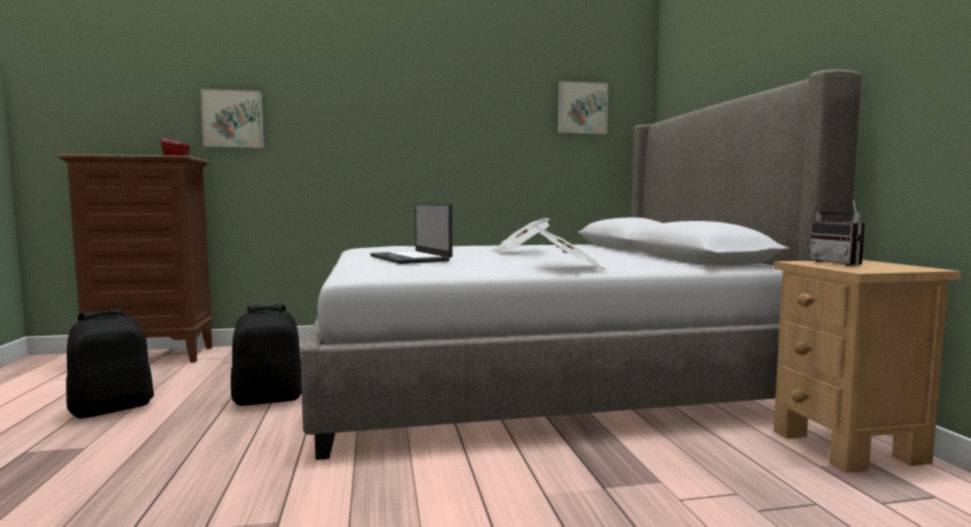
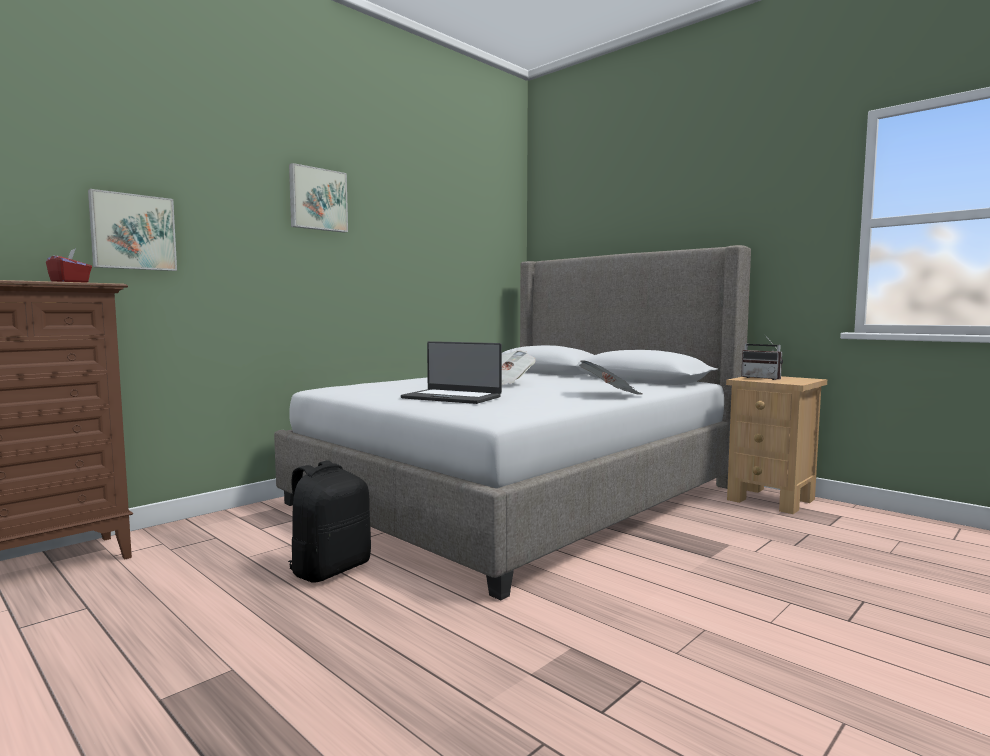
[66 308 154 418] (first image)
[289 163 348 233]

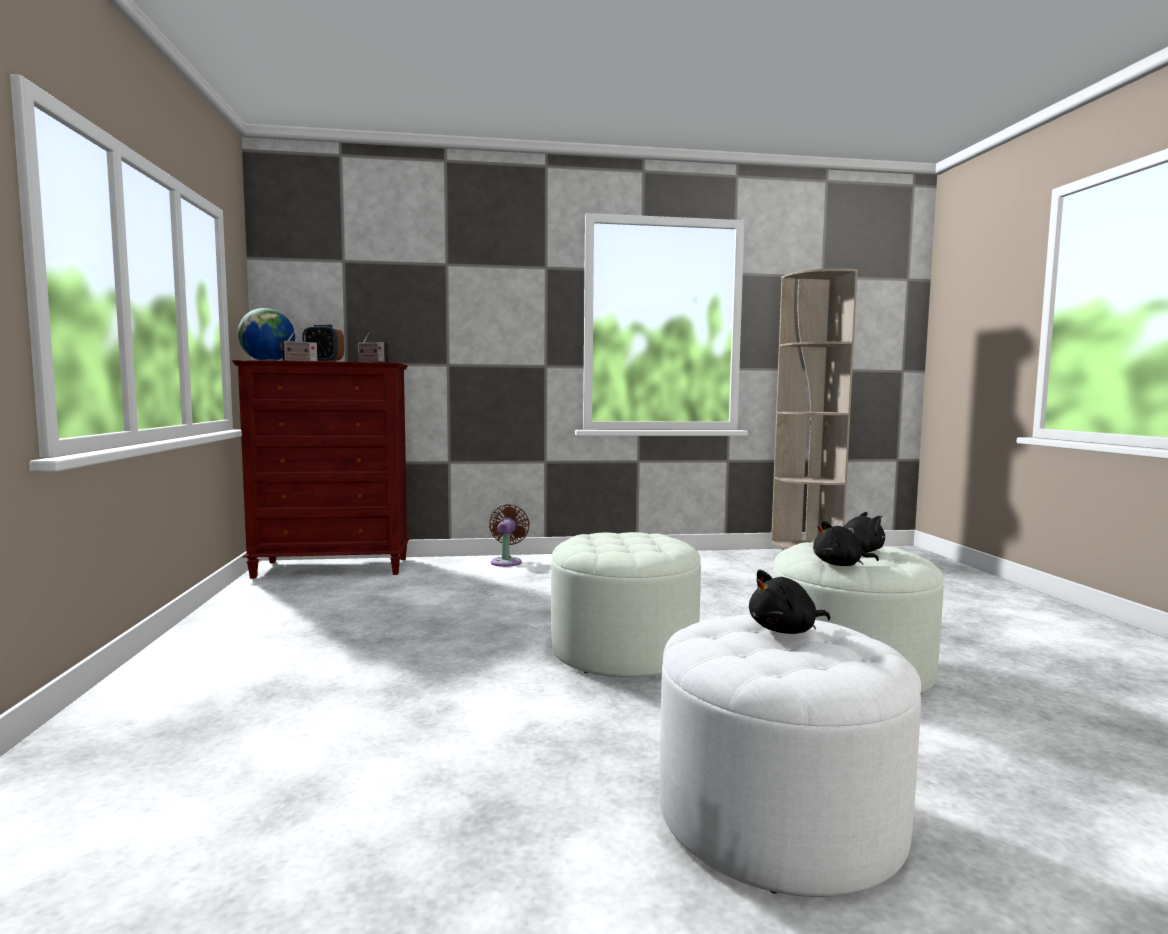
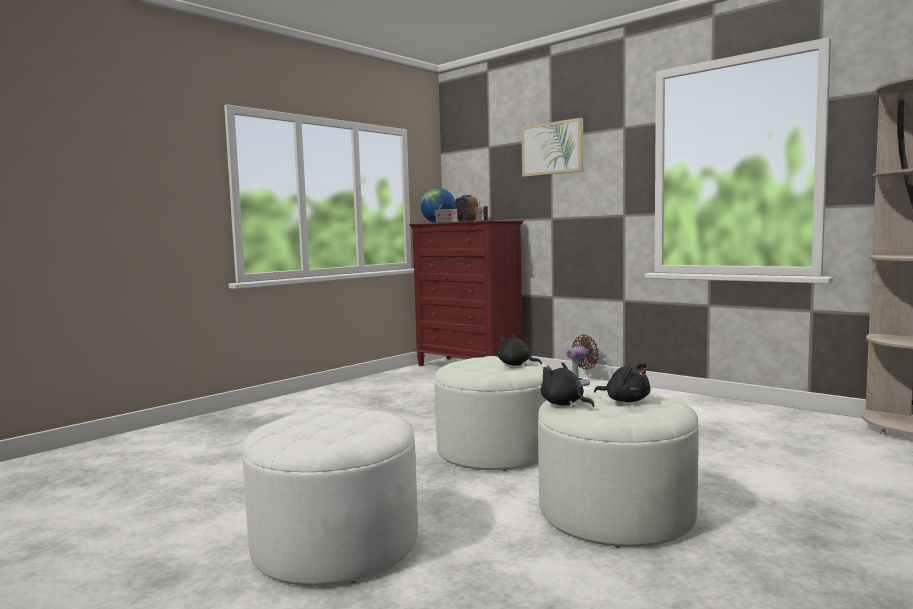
[498 334 542 366]
[521 118 583 177]

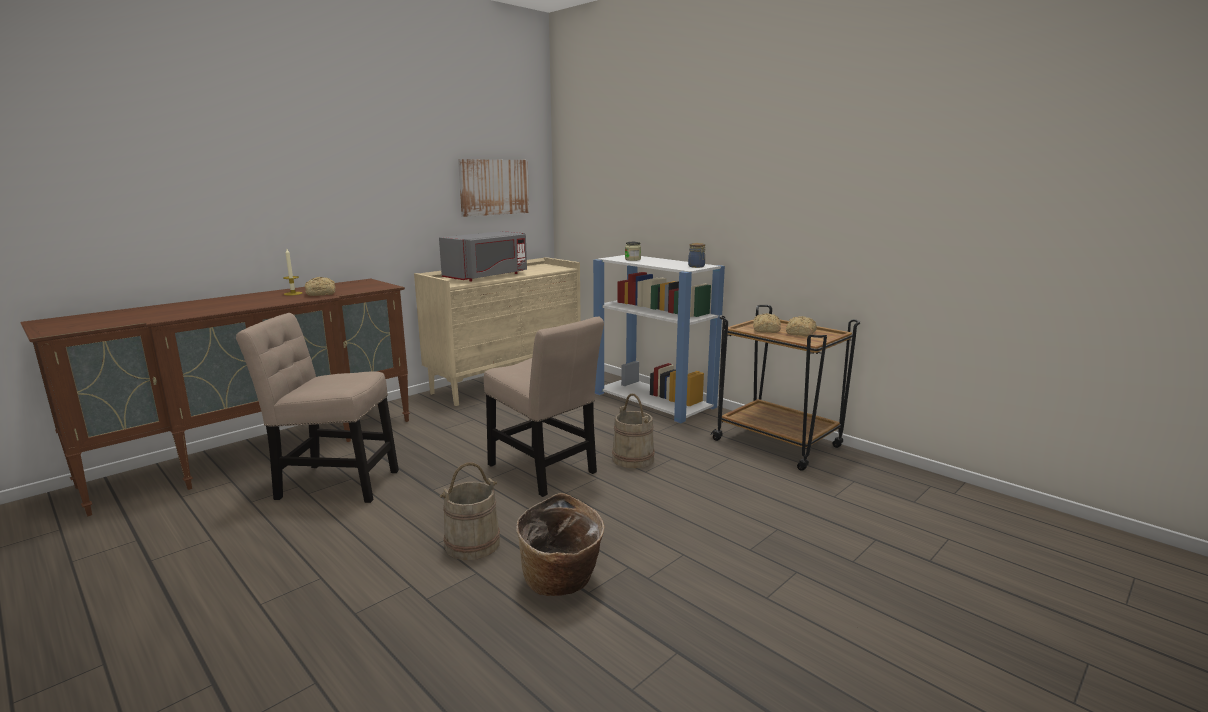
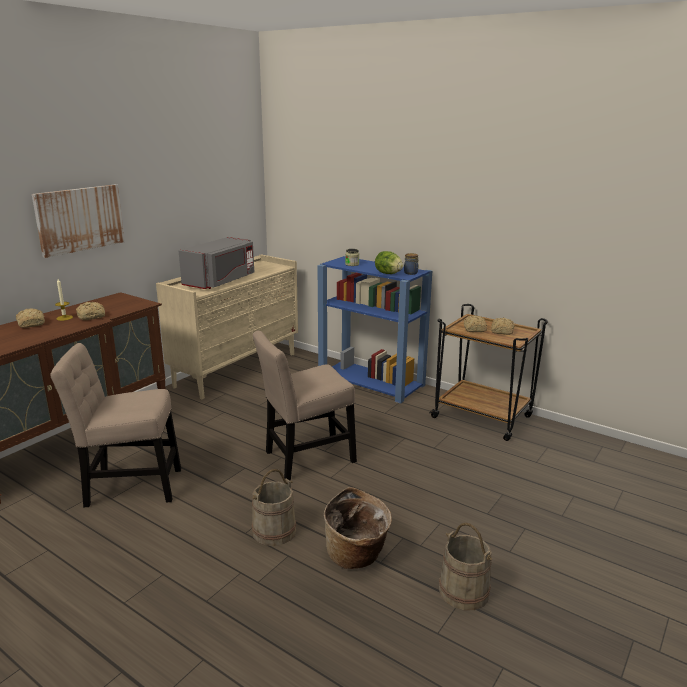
[32 184 125 258]
[253 331 357 481]
[318 256 432 404]
[439 523 493 610]
[16 309 45 328]
[375 251 403 274]

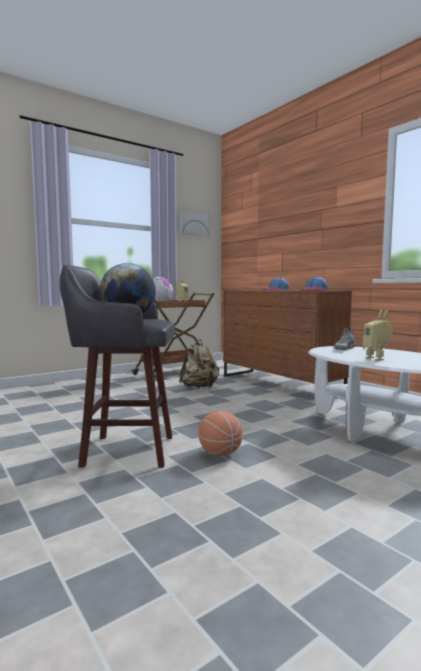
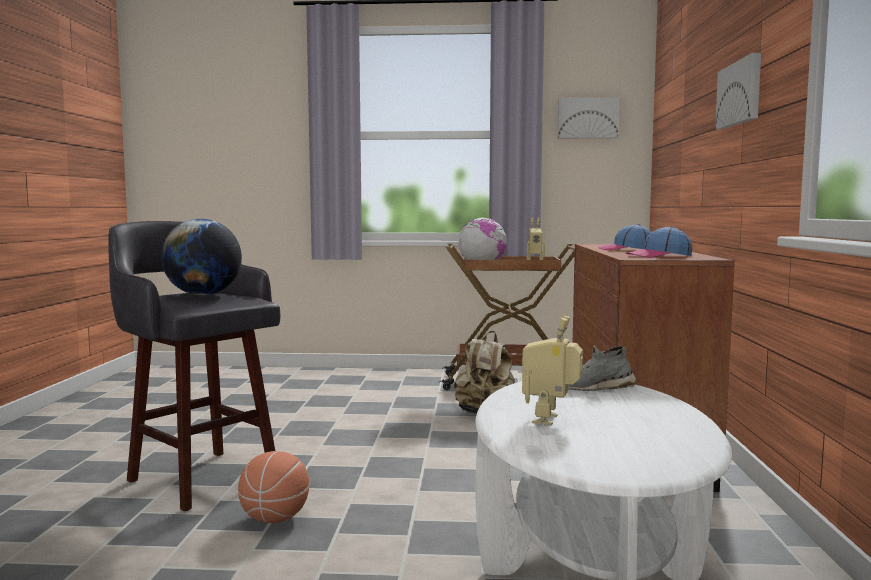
[715 53 761 129]

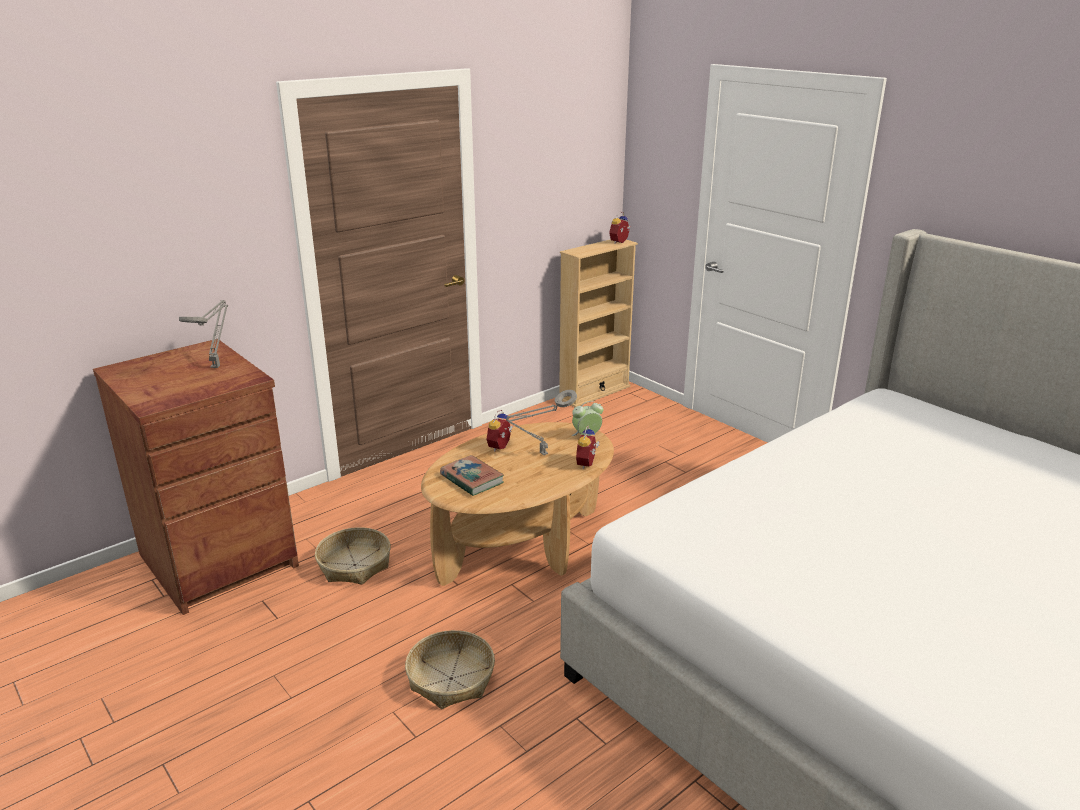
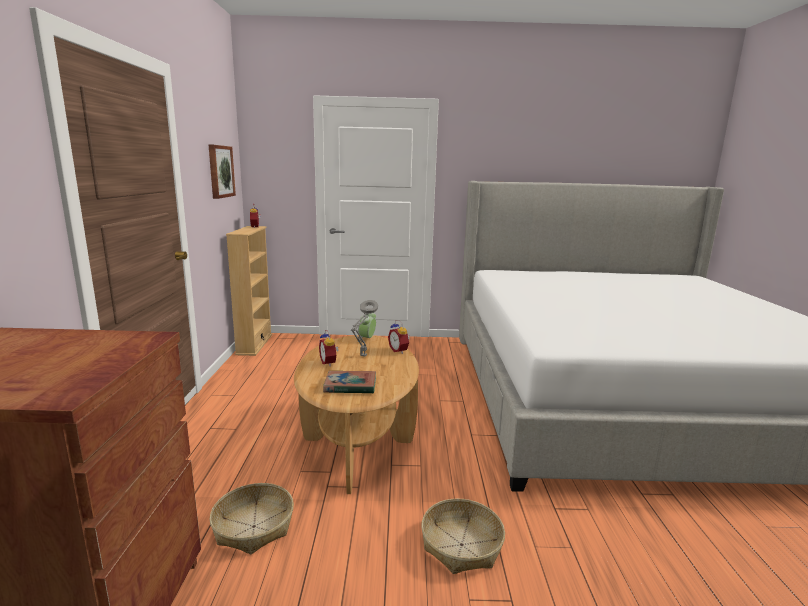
[179 300 228 368] (first image)
[208 144 236 199]

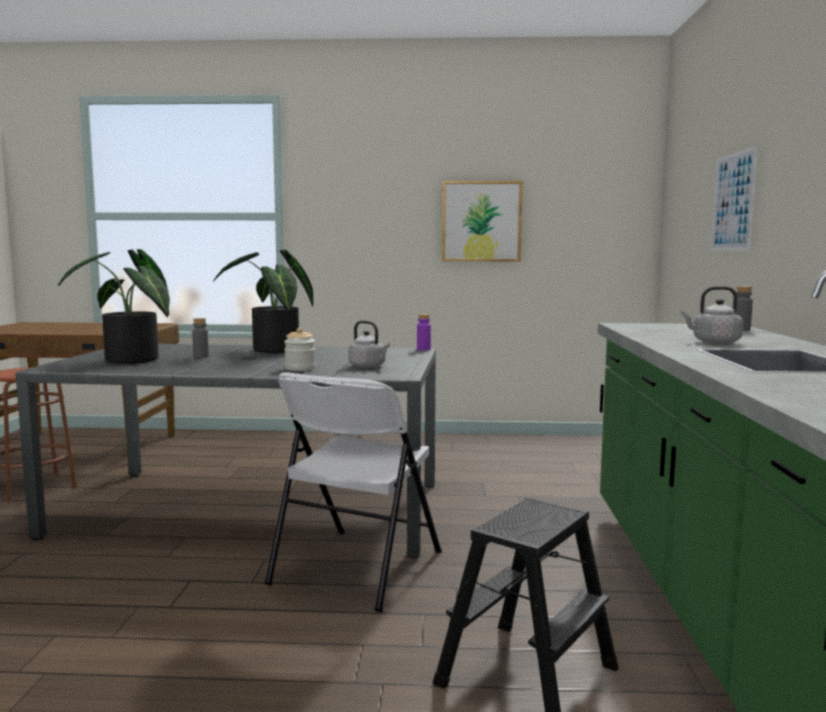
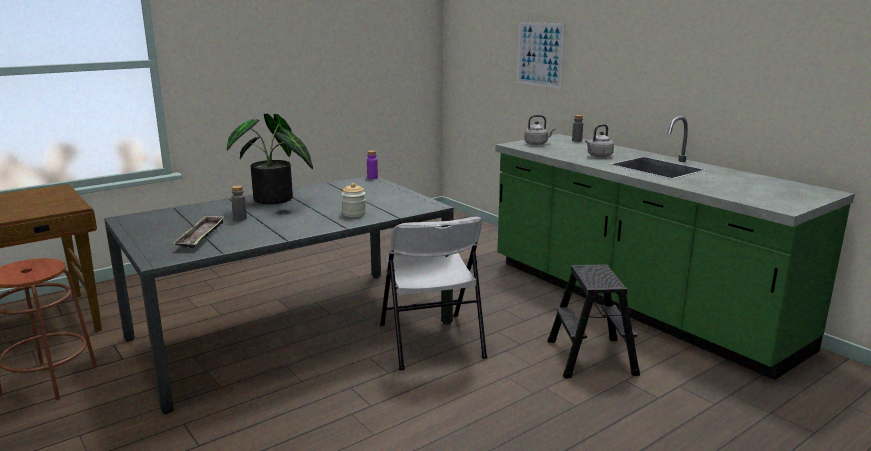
[174 215 224 248]
[524 115 555 145]
[442 181 523 262] (first image)

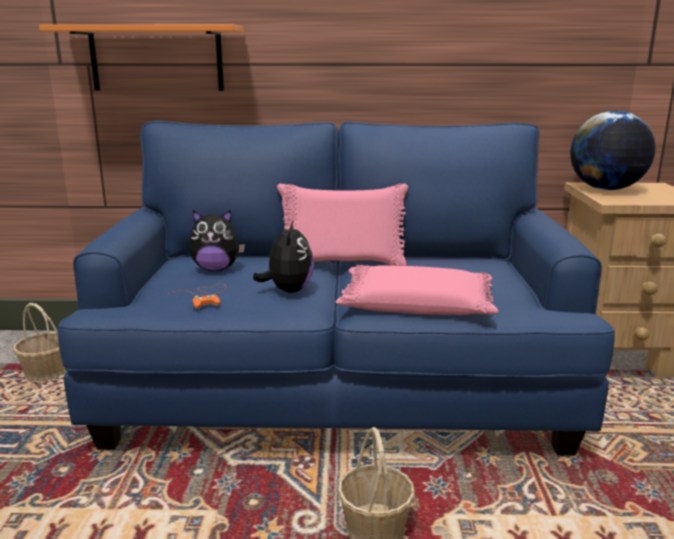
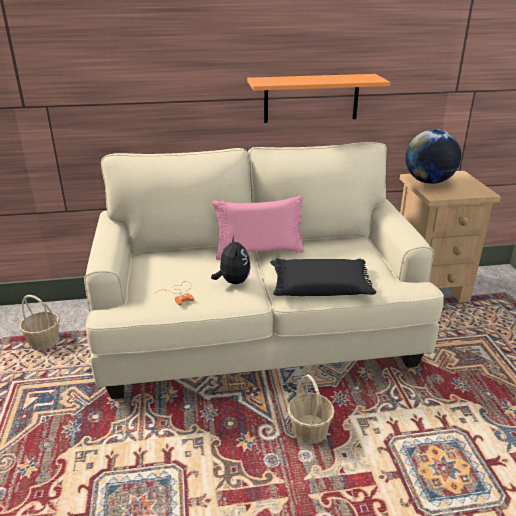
[247 74 390 123]
[84 142 444 399]
[189 210 245 271] (first image)
[270 259 376 296]

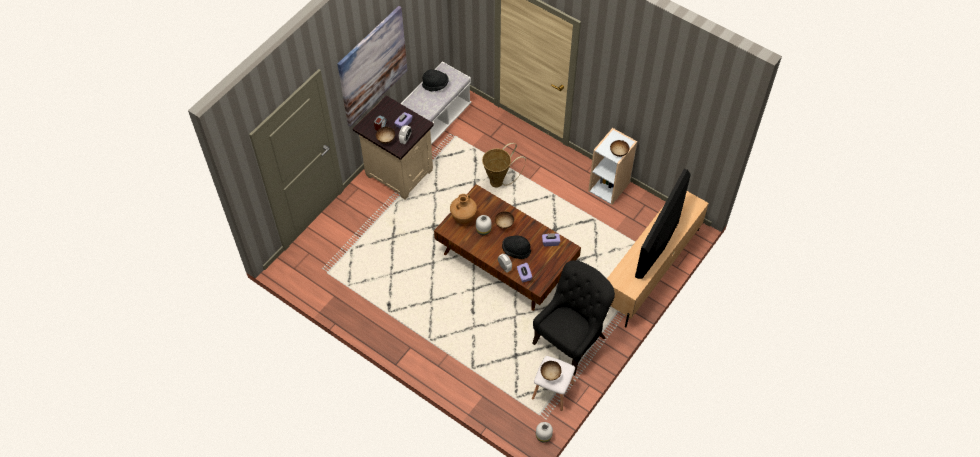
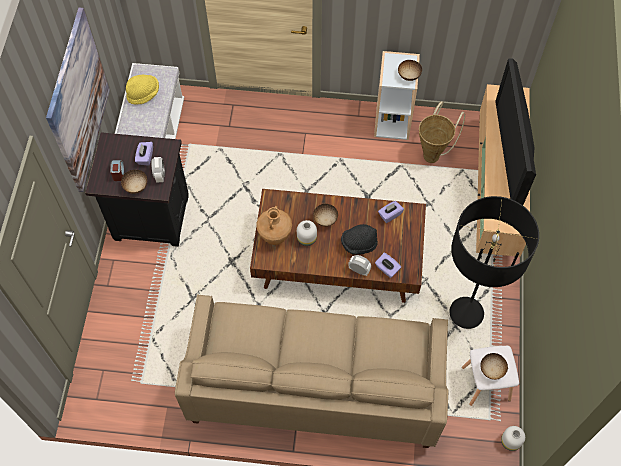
[85 132 189 247]
[126 75 159 105]
[419 101 465 163]
[450 196 539 329]
[175 294 449 448]

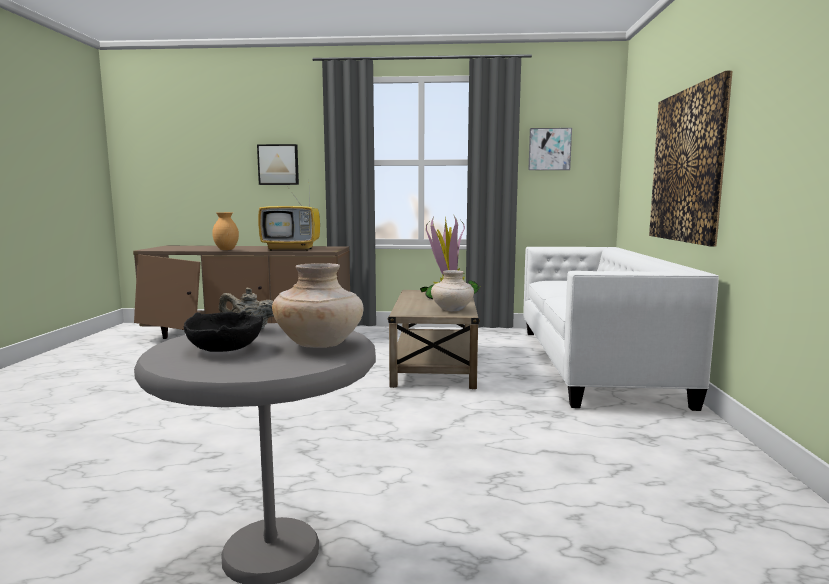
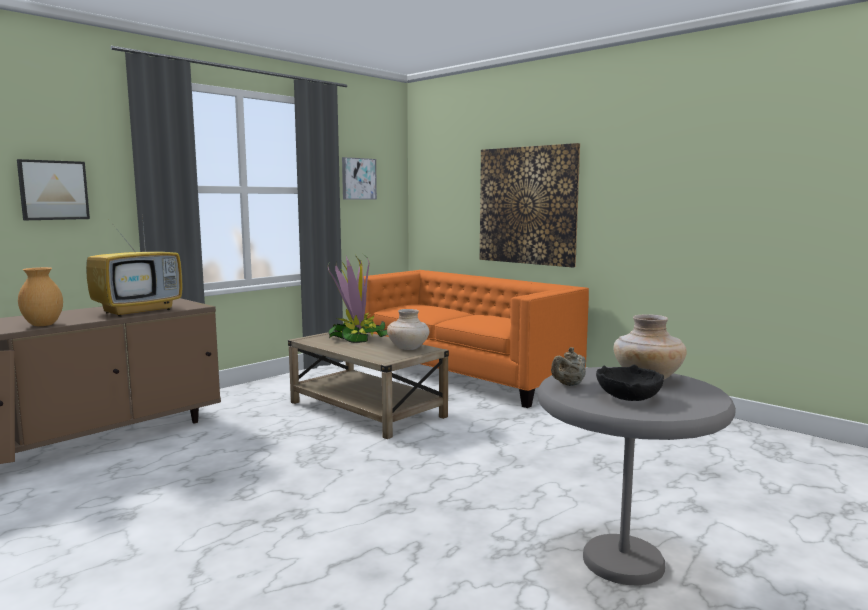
[364 270 589 408]

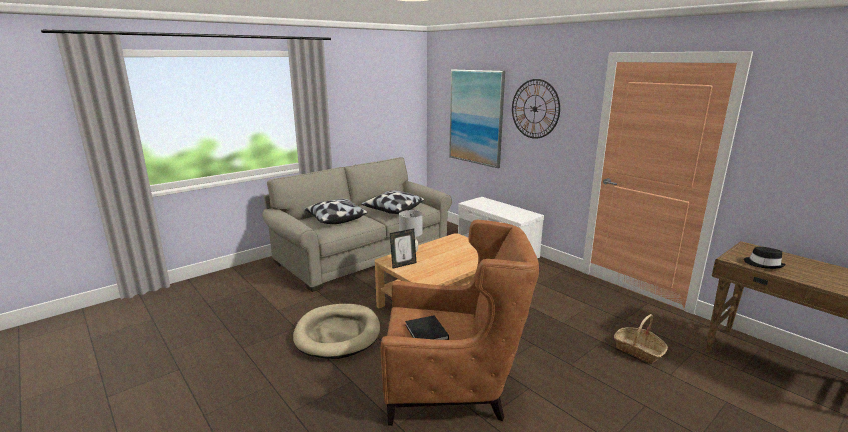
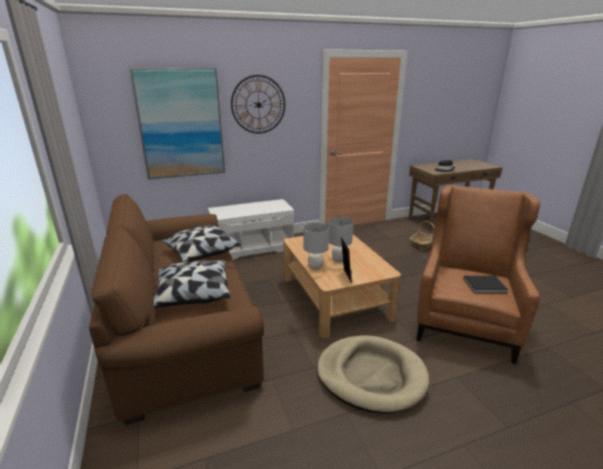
[89 194 264 425]
[328 217 353 262]

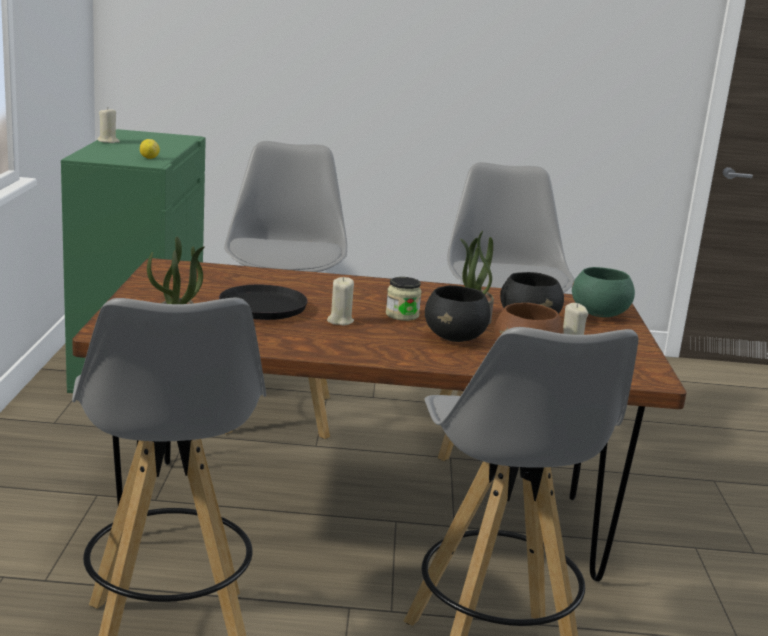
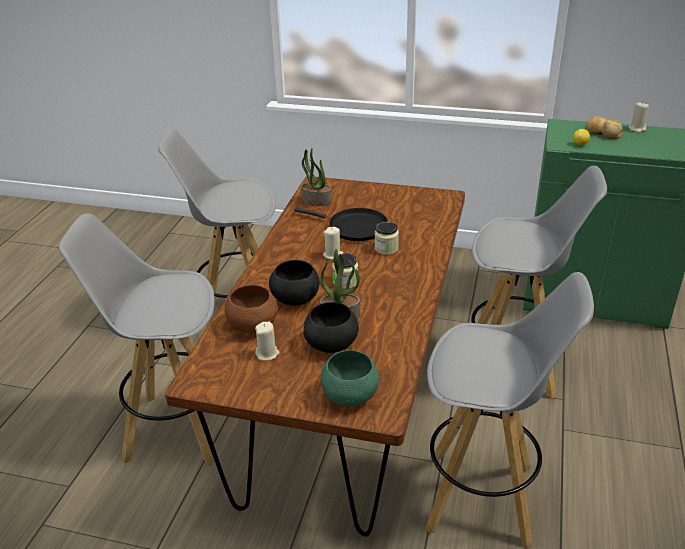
[375 222 399 255]
[585 116 623 139]

